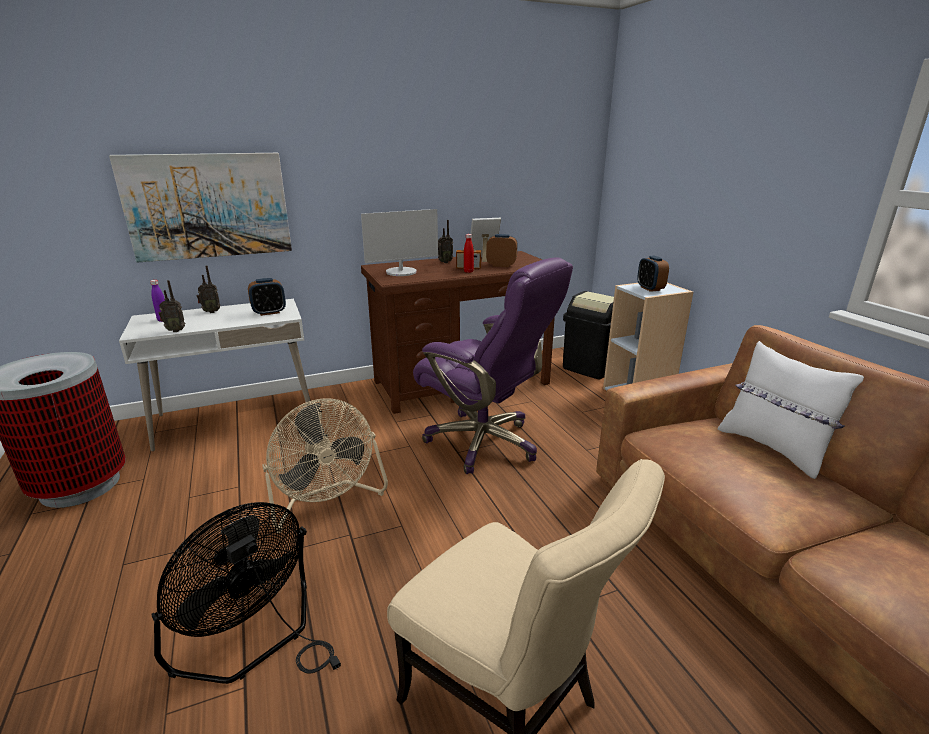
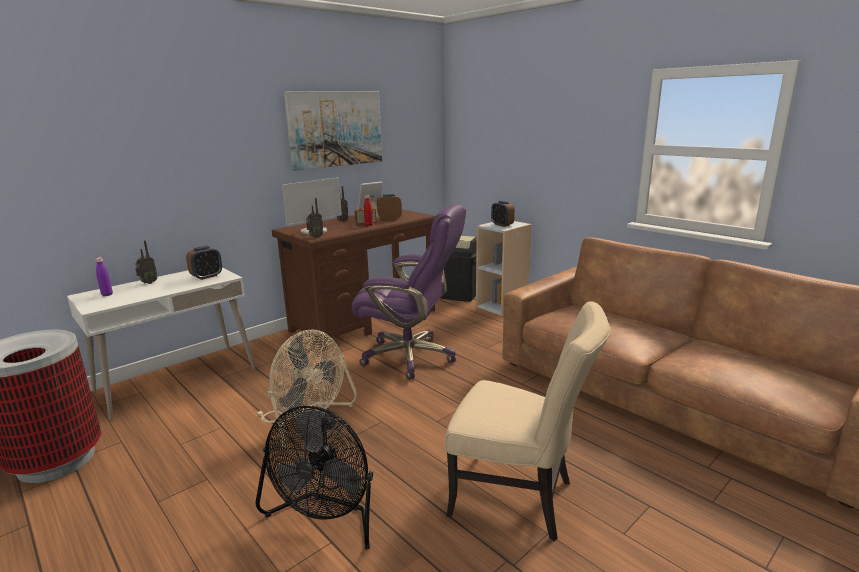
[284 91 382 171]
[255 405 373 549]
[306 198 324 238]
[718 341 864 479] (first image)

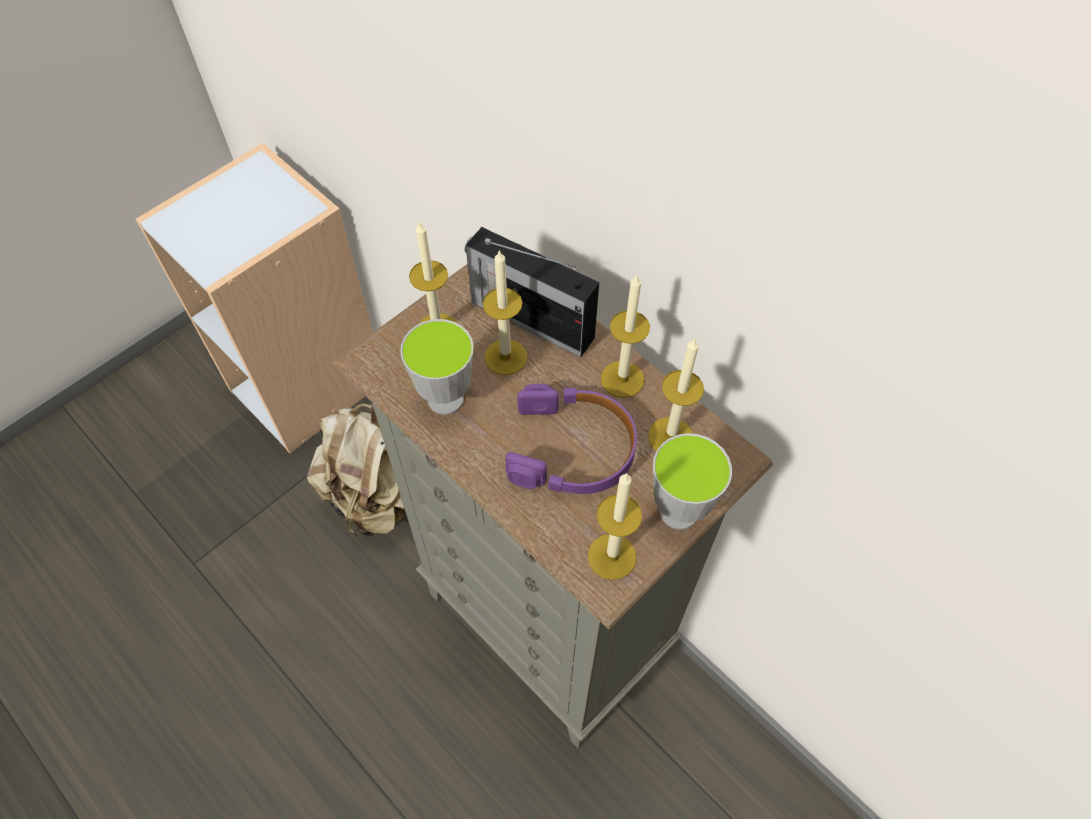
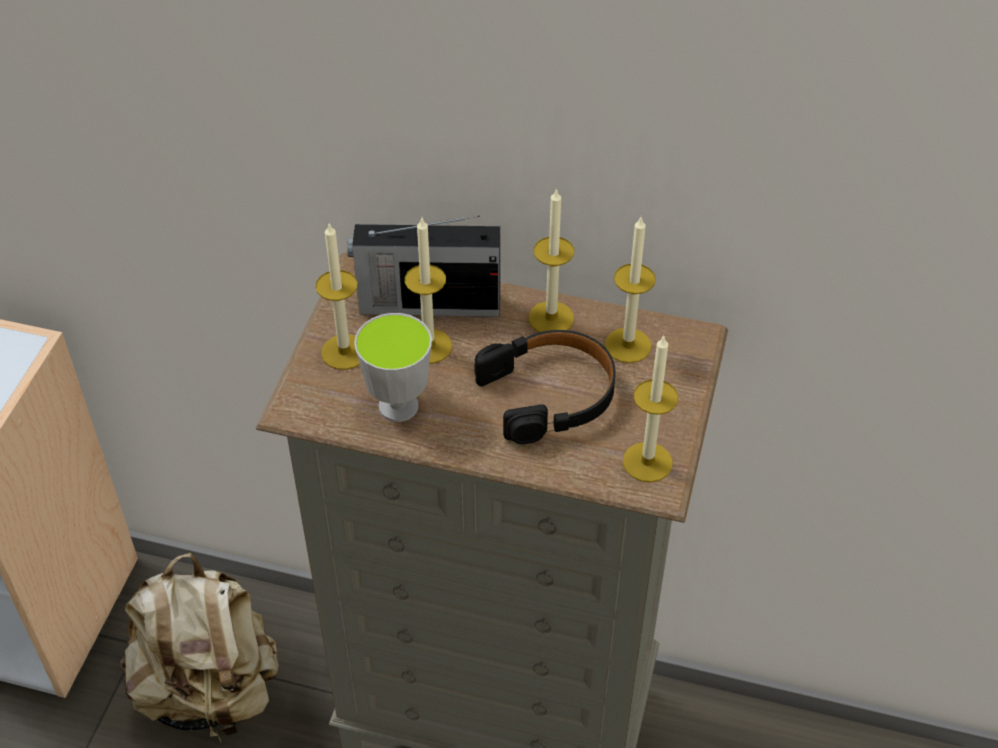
[474 330 616 444]
[653 433 732 530] (first image)

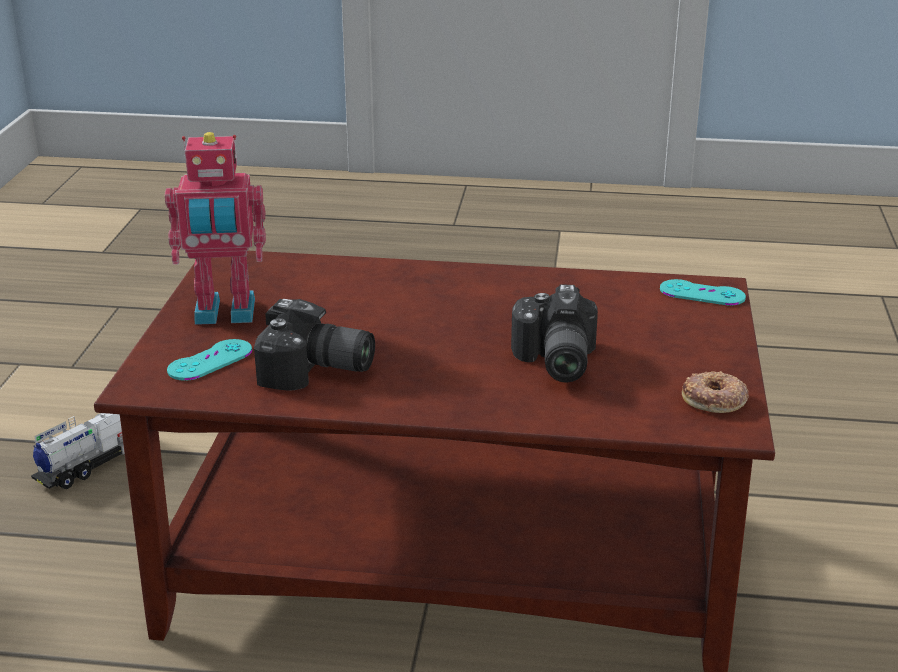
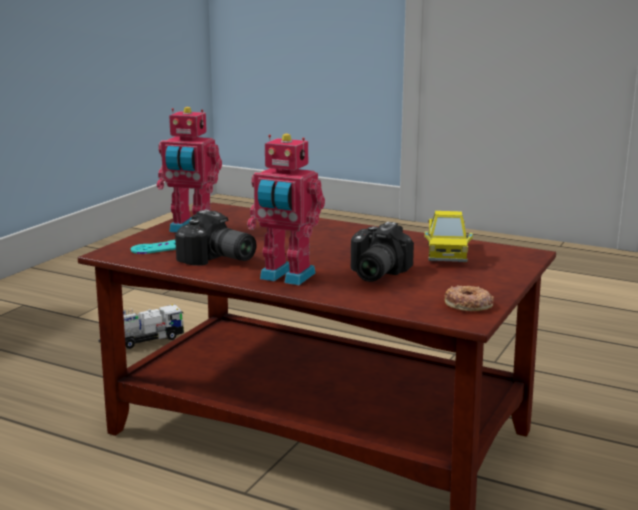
[660 279 746 306] (first image)
[247 134 325 285]
[424 211 473 262]

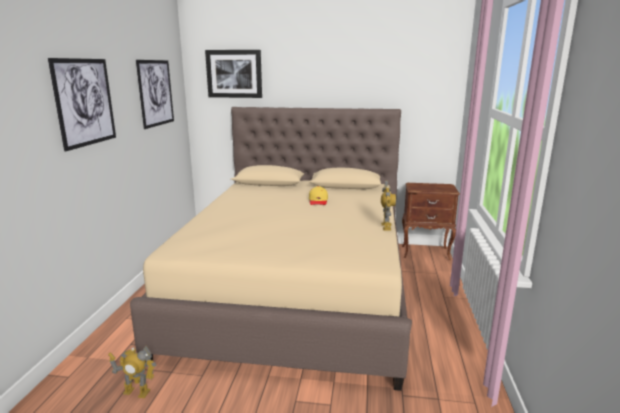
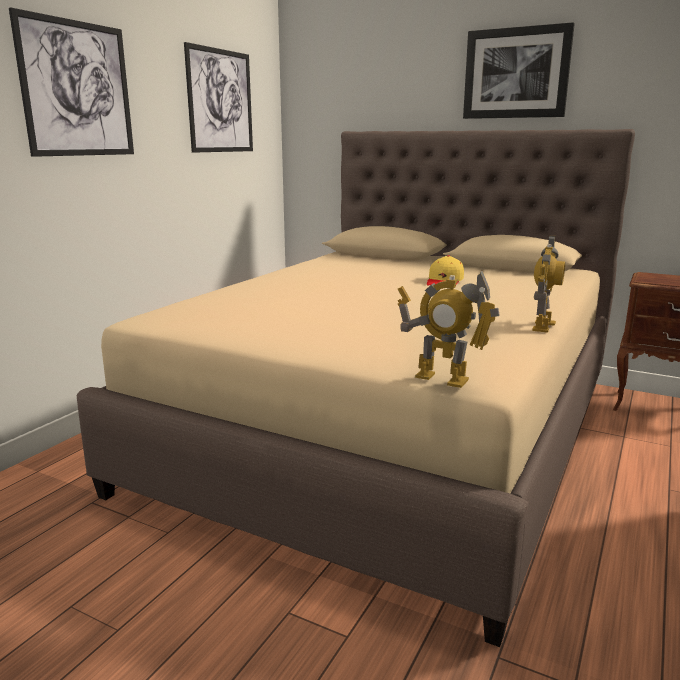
[398 271 500 388]
[463 22 575 119]

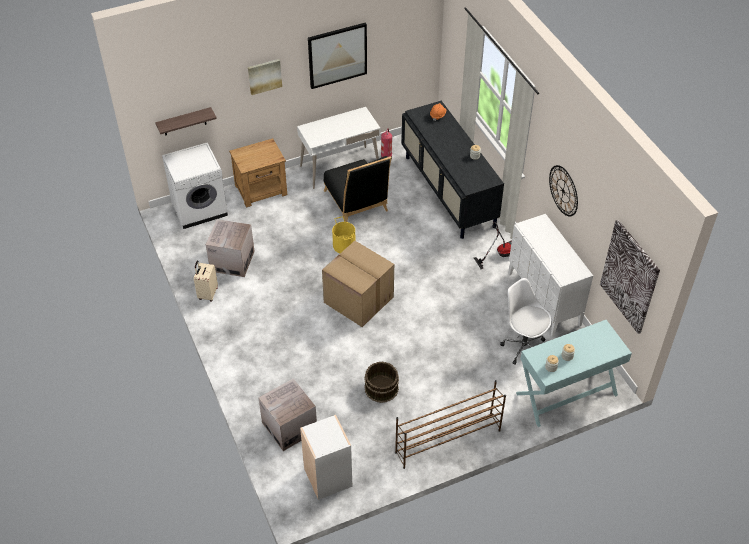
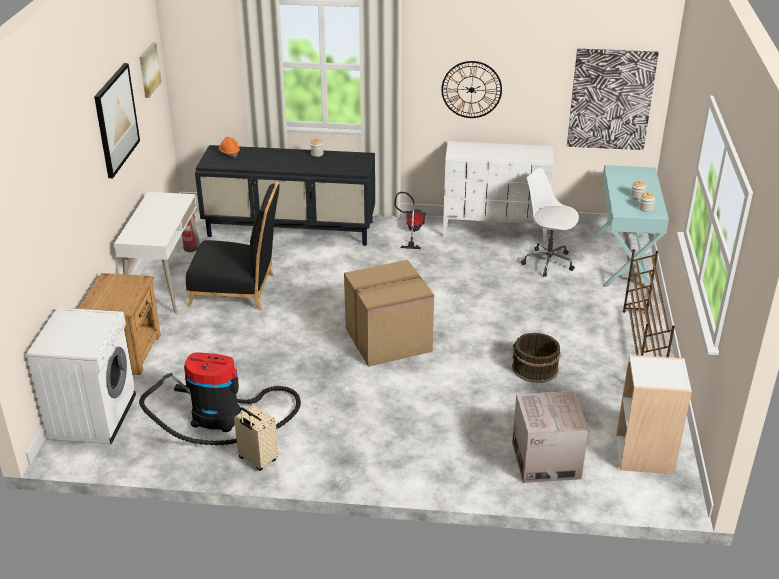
[155 107 217 136] (first image)
[139 353 301 445]
[139 42 161 98]
[332 216 355 253] (first image)
[521 168 579 277]

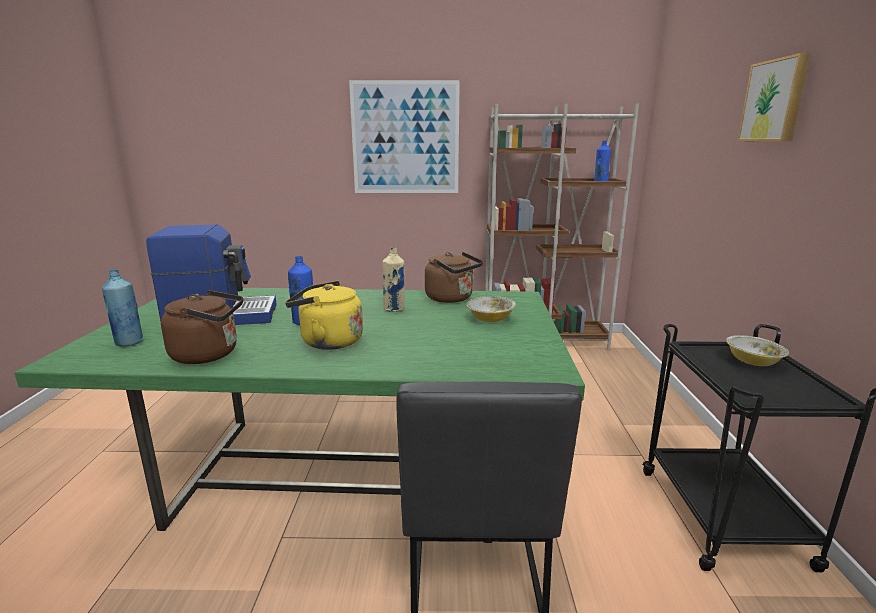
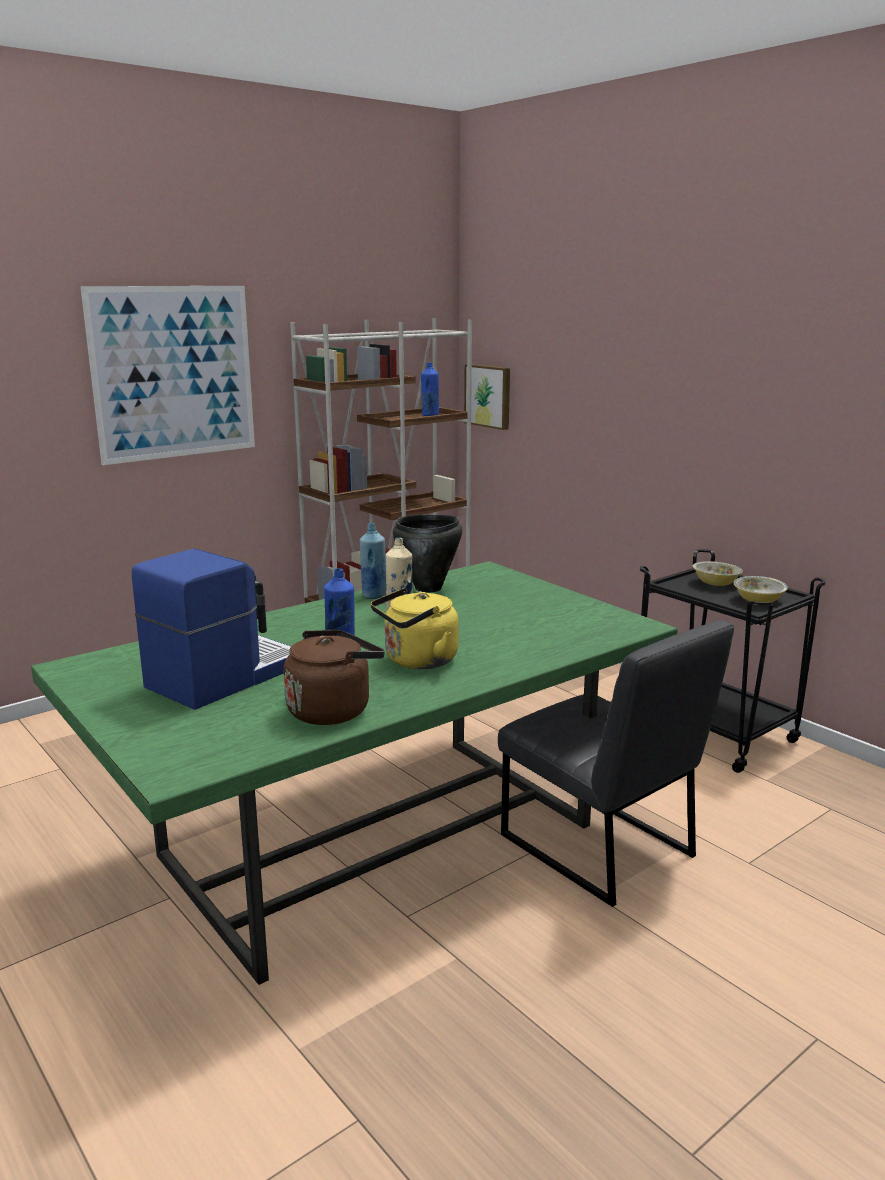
[360 523 386 599]
[393 515 463 593]
[734 576 788 602]
[464 364 510 430]

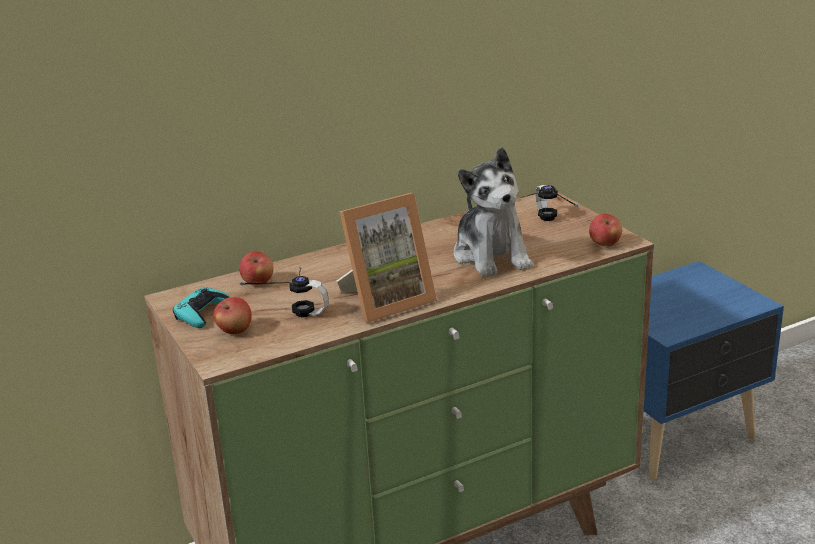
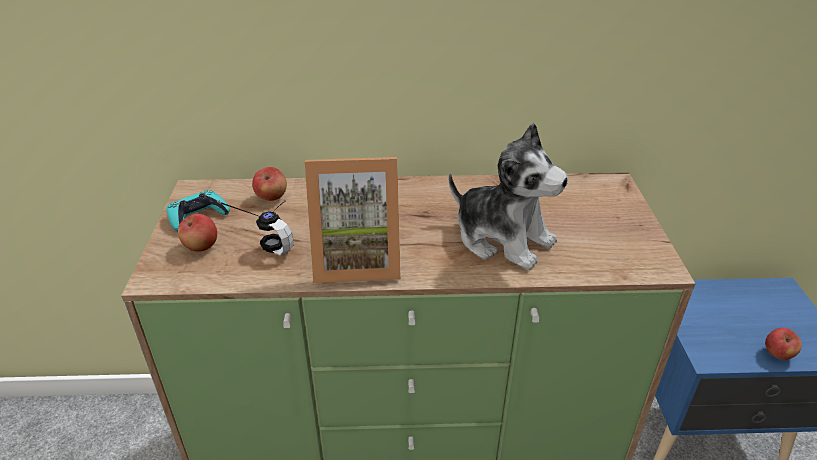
[449 122 568 270]
[526 185 578 221] (first image)
[765 328 802 360]

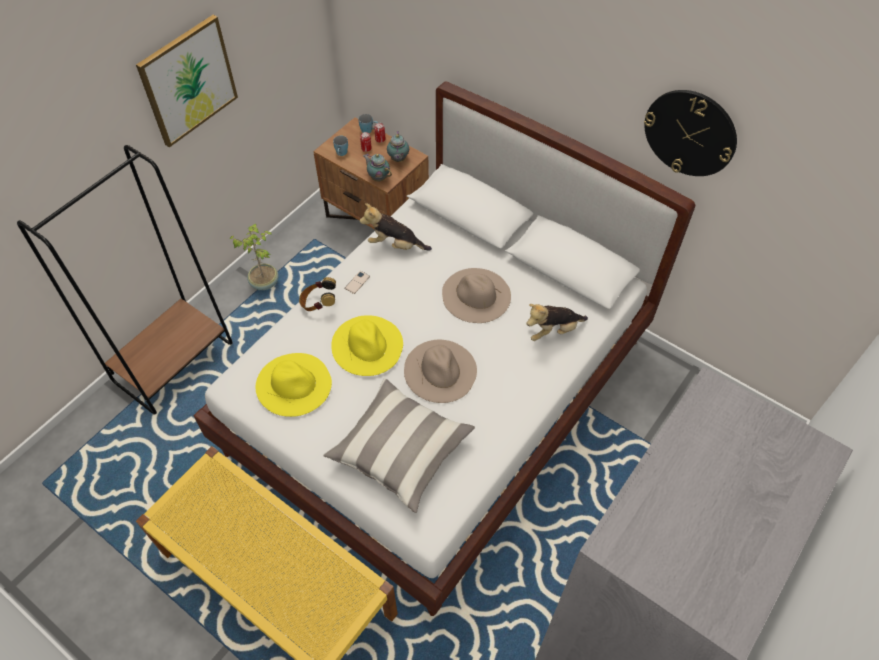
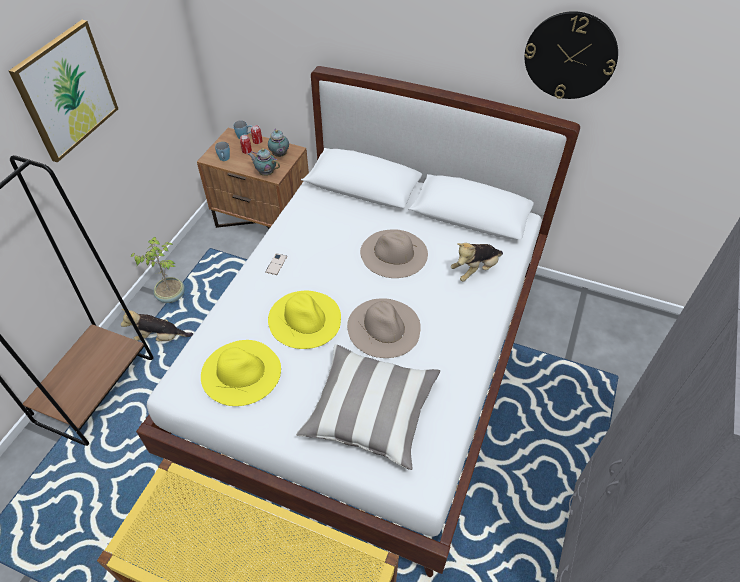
[299 277 336 311] (first image)
[121 309 193 342]

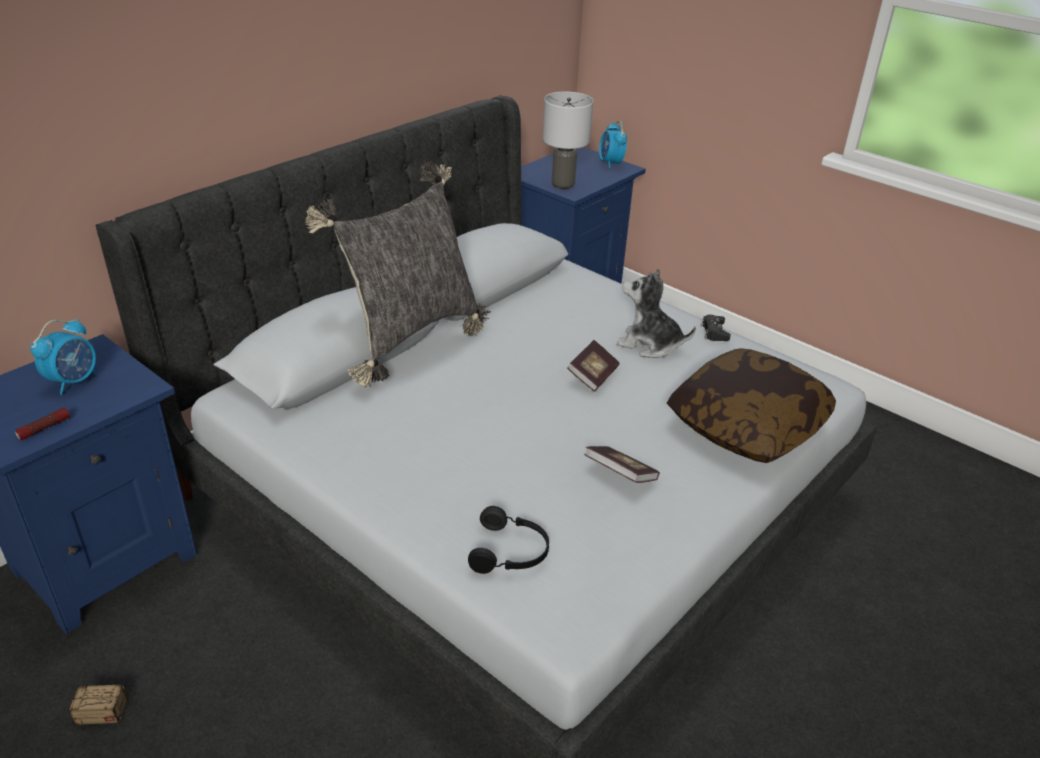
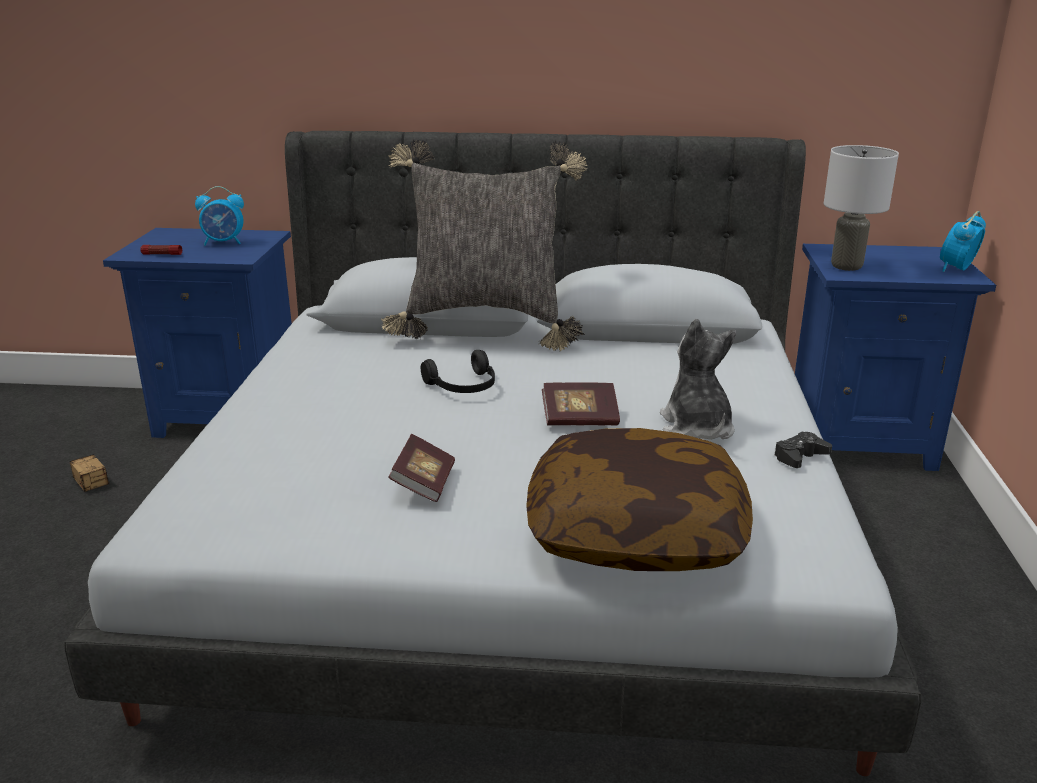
[421 350 495 393]

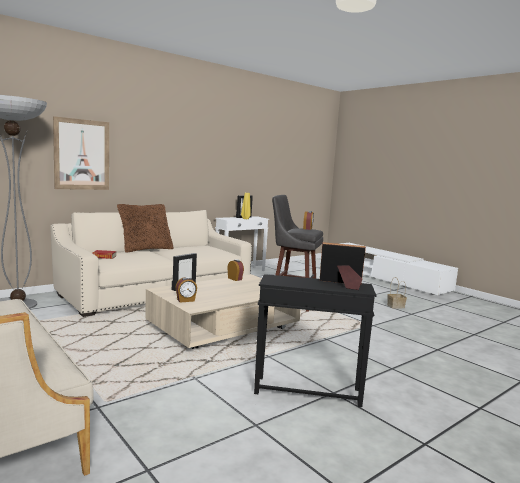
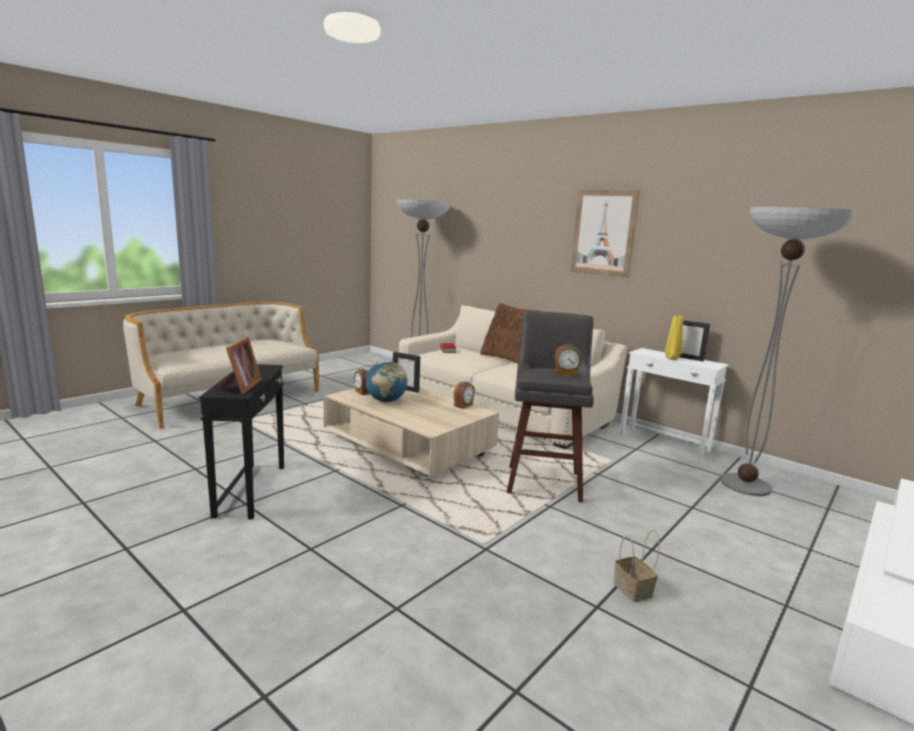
[570 190 640 278]
[366 361 408 402]
[721 207 856 496]

